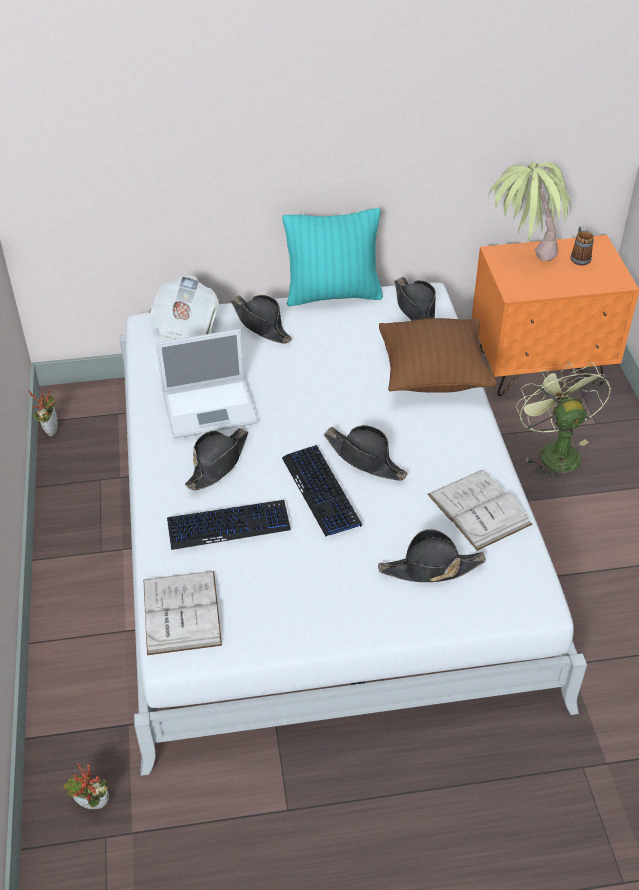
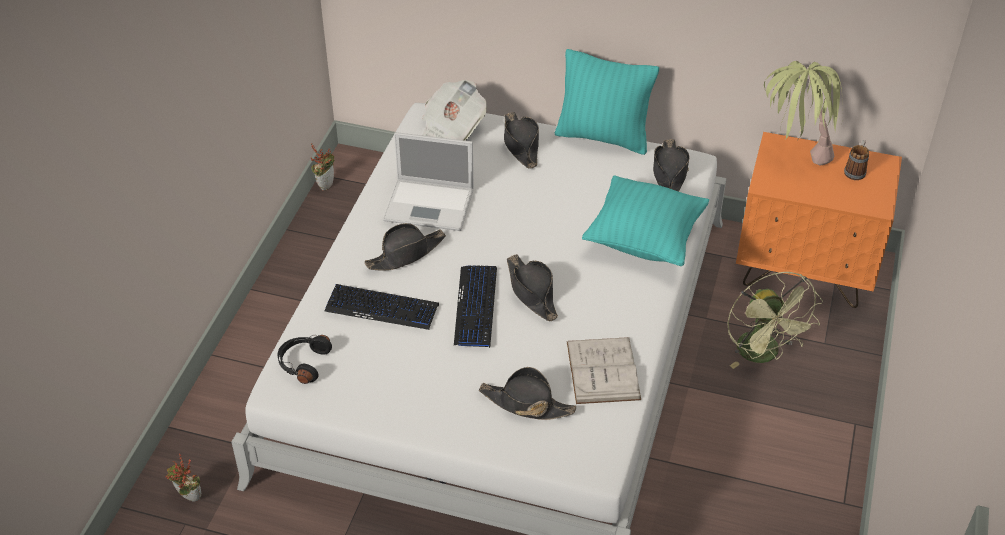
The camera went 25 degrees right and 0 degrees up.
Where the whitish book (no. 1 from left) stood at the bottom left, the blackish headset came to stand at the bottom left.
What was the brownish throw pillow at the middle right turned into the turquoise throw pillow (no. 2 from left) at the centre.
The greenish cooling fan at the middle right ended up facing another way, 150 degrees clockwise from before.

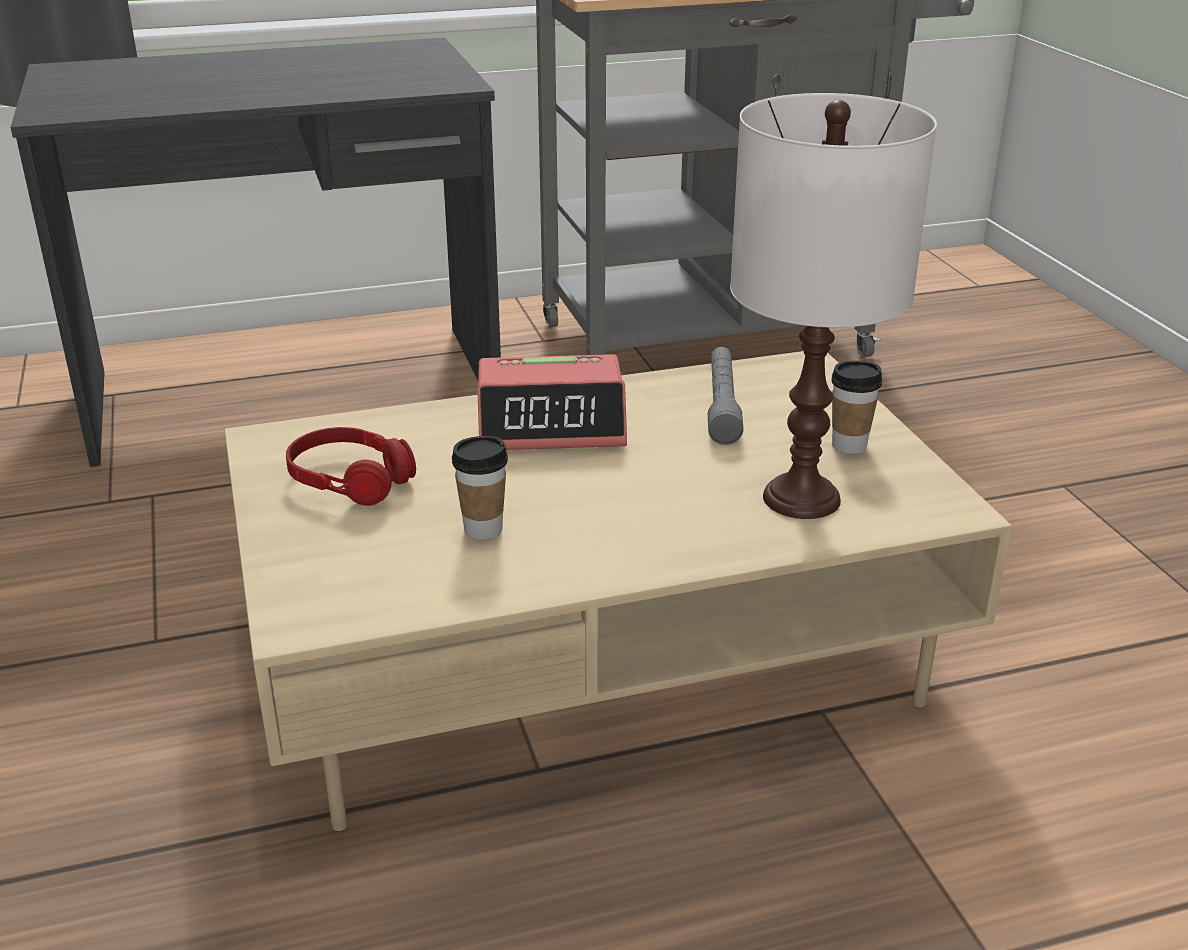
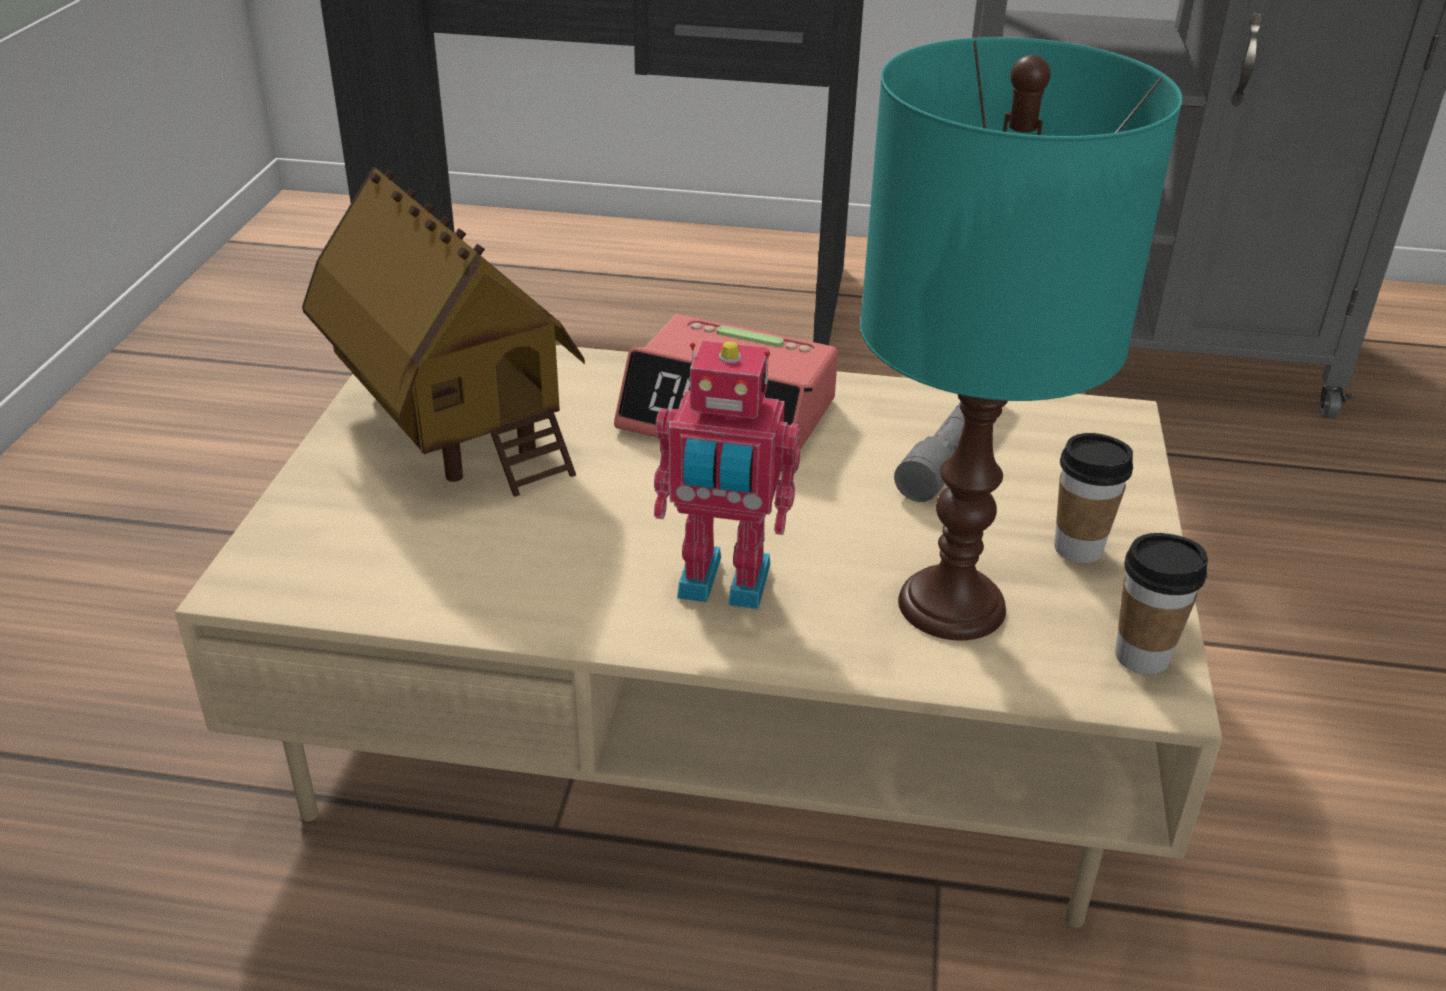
The camera went 25 degrees right and 5 degrees up.
The second view gained the model robot at the centre.
The drinking cup (no. 1 from left in the first image) ended up elsewhere, having gone from the centre to the middle right.
Where the red headset stood at the middle left, the model house came to stand at the middle left.
What was the whitish tabletop lamp at the top right turned into the turquoise tabletop lamp at the middle right.

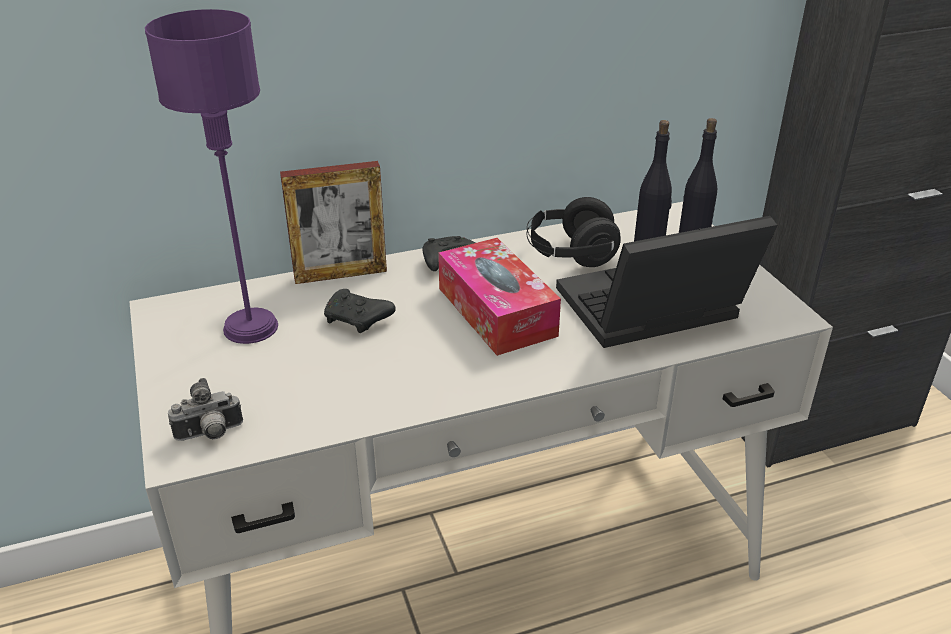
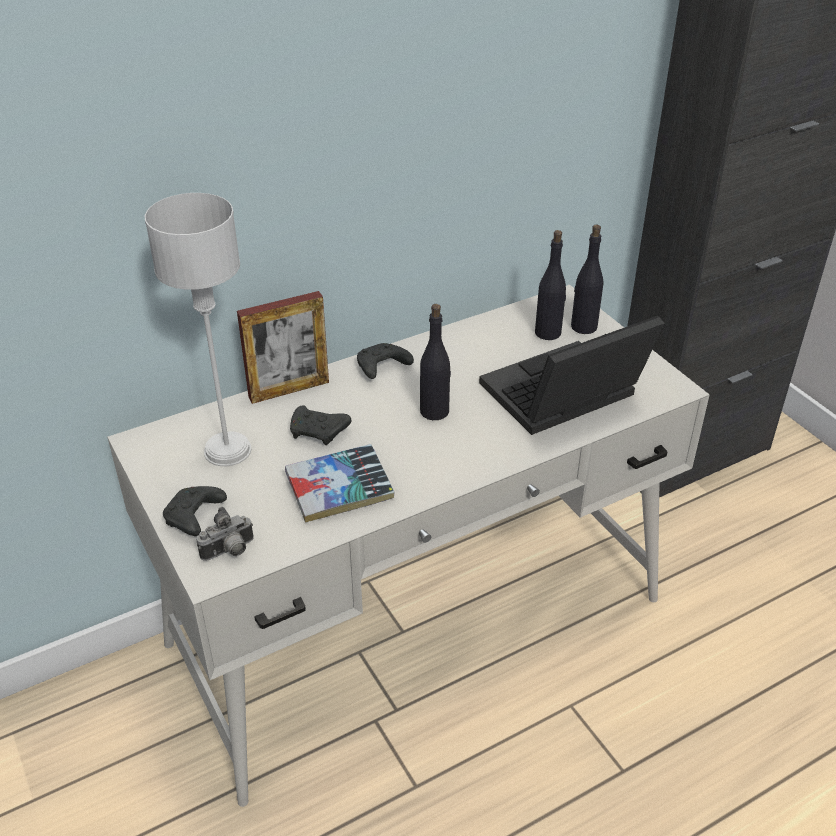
The camera went 10 degrees left and 5 degrees up.
The second view lost the blackish headset at the centre.
The second view gained the blackish joypad (no. 1 from left) at the middle left.
The second view gained the book at the centre.
Where the tissue holder stood at the centre, the blackish drink bottle (no. 1 from left) came to stand at the centre.
What was the purple-coloured tabletop lamp at the top left turned into the greyish tabletop lamp at the middle left.

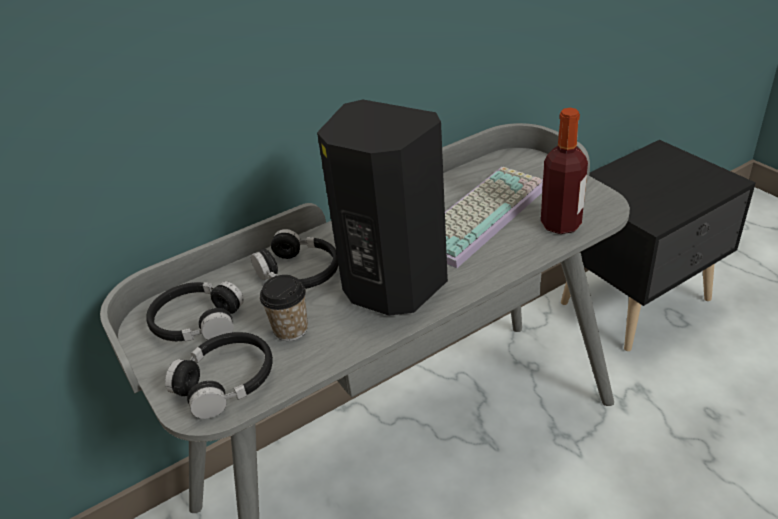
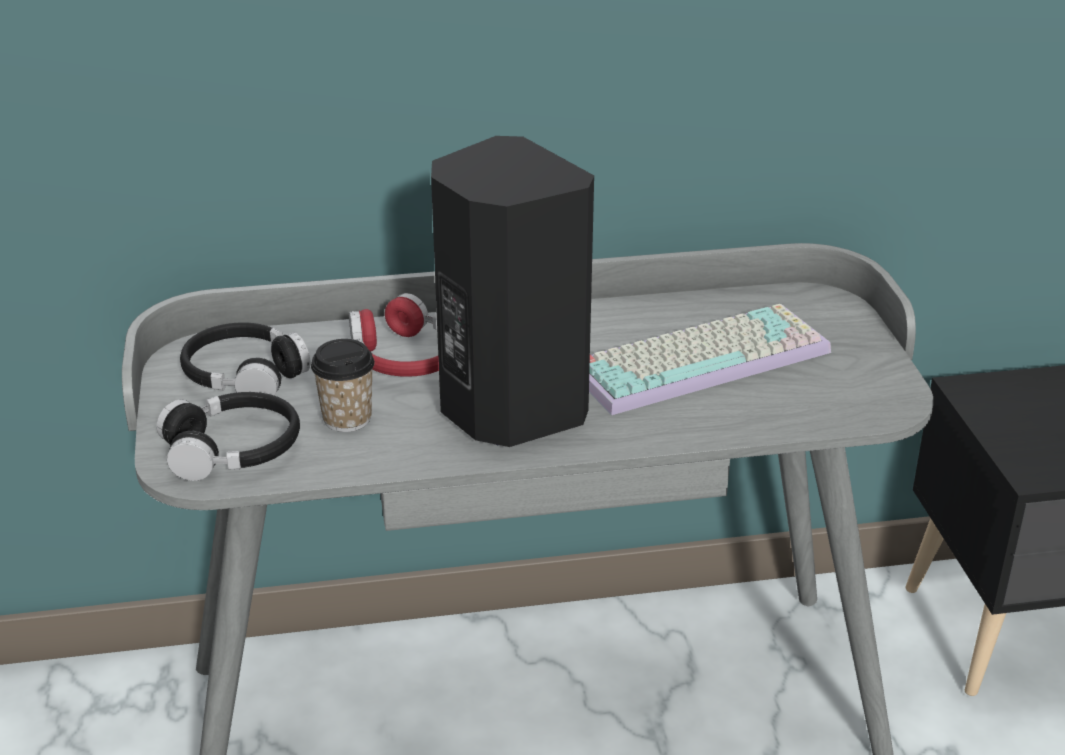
The camera went 20 degrees right and 5 degrees down.
The second view lost the drink bottle at the top right.
What was the blackish headset (no. 3 from left) at the centre turned into the red headset at the centre.

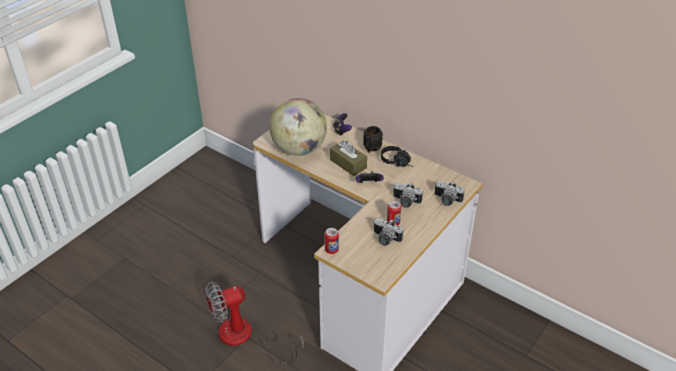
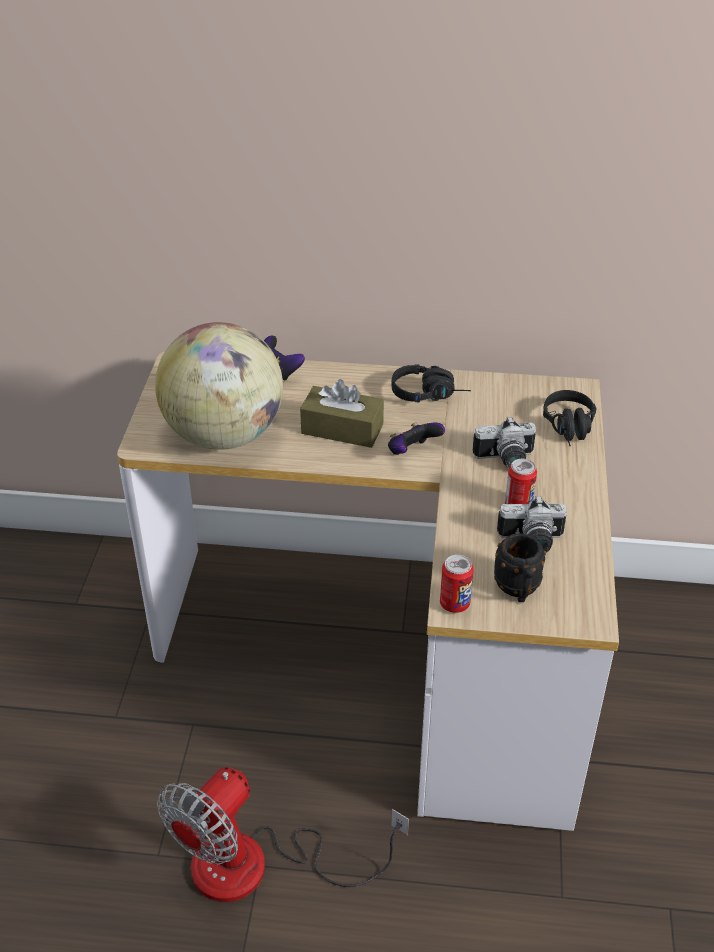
The camera went 30 degrees left and 0 degrees up.
The blackish mug ended up elsewhere, having gone from the centre to the middle right.
Where the still camera (no. 3 from left) stood at the centre, the blackish headset (no. 2 from left) came to stand at the middle right.

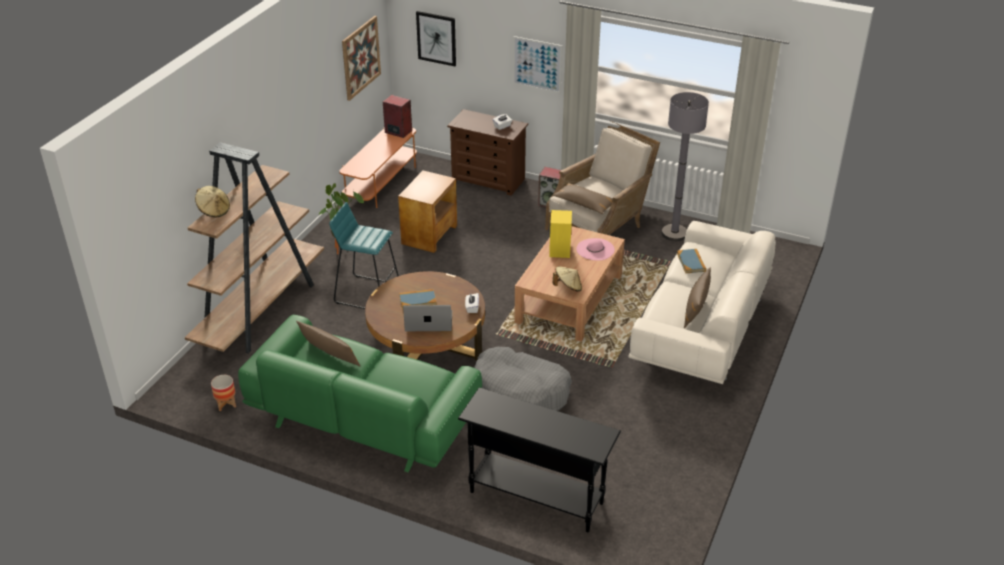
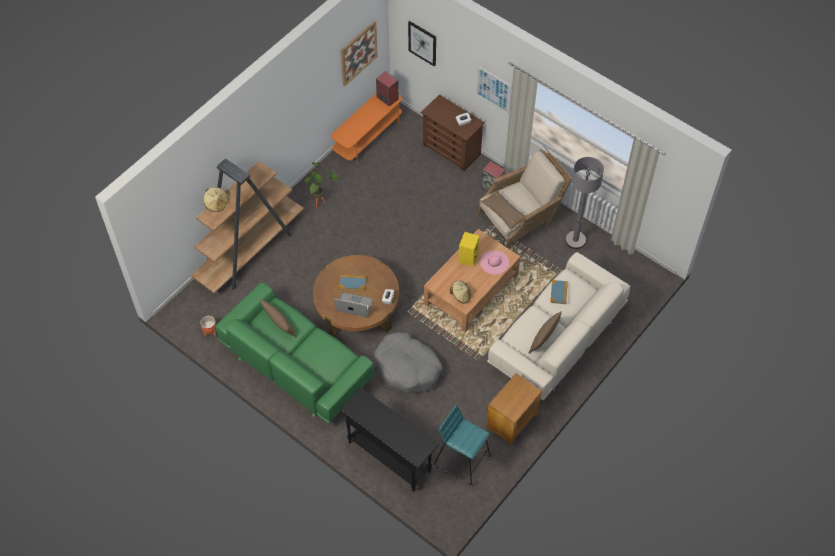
The camera went 15 degrees right and 20 degrees up.
The turquoise stool ended up elsewhere, having gone from the centre to the bottom centre.
The brownish accent table ended up elsewhere, having gone from the centre to the bottom centre.

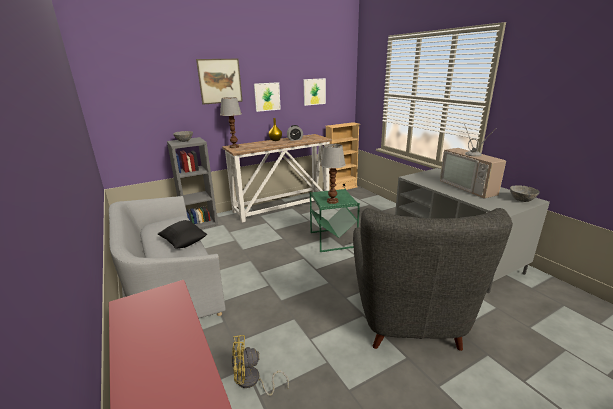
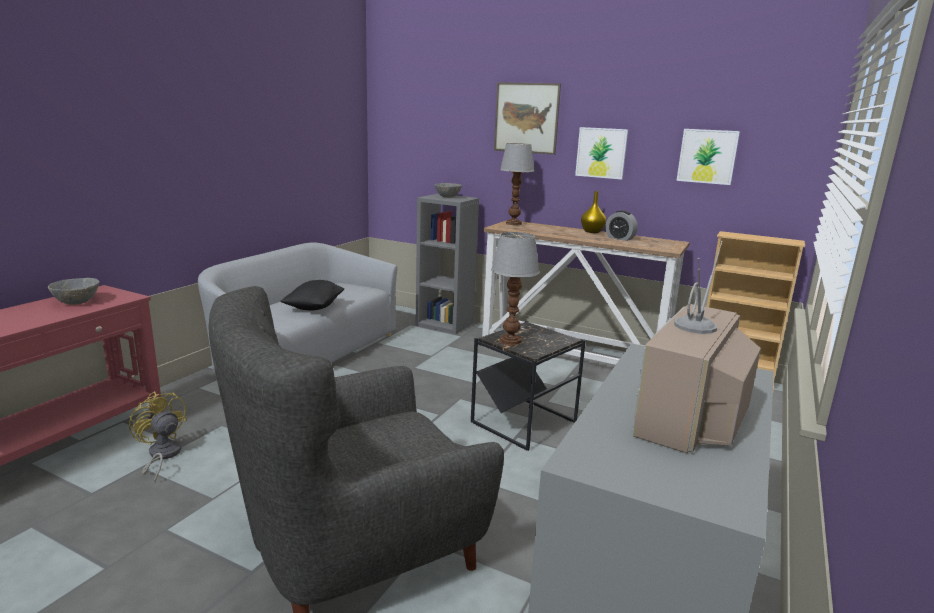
The camera went 55 degrees right and 5 degrees down.
The greyish serving bowl (no. 2 from left in the first image) ended up elsewhere, having gone from the middle right to the middle left.
What was the greenish accent table at the centre turned into the blackish accent table at the centre.

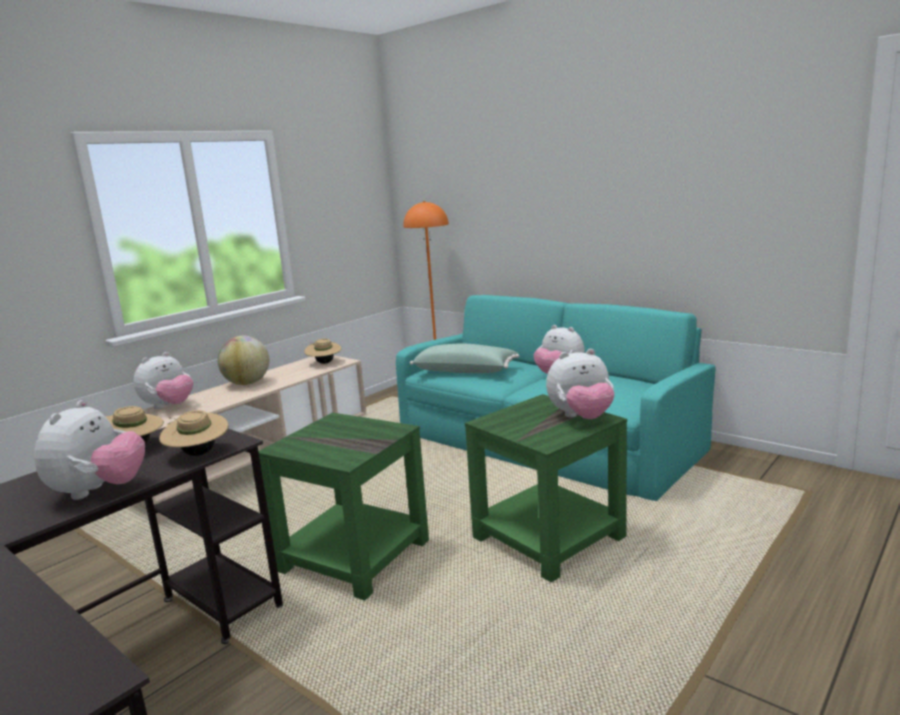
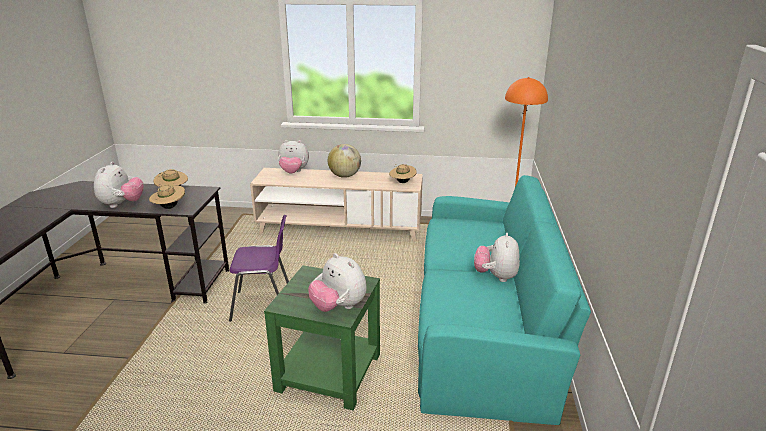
The camera went 55 degrees right and 10 degrees up.
The second view lost the greenish throw pillow at the centre.
Where the greenish accent table (no. 1 from left) stood at the bottom centre, the purple-coloured plain chair came to stand at the centre.
The soft toy (no. 1 from left) at the middle left ended up facing another way, 60 degrees counterclockwise from before.

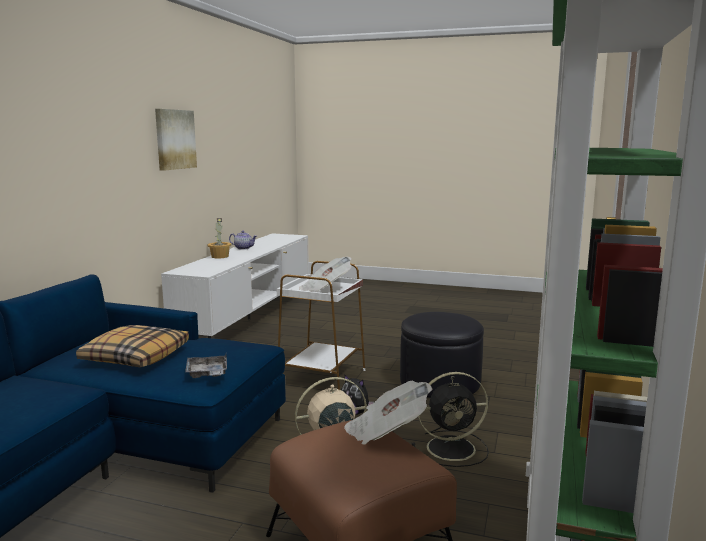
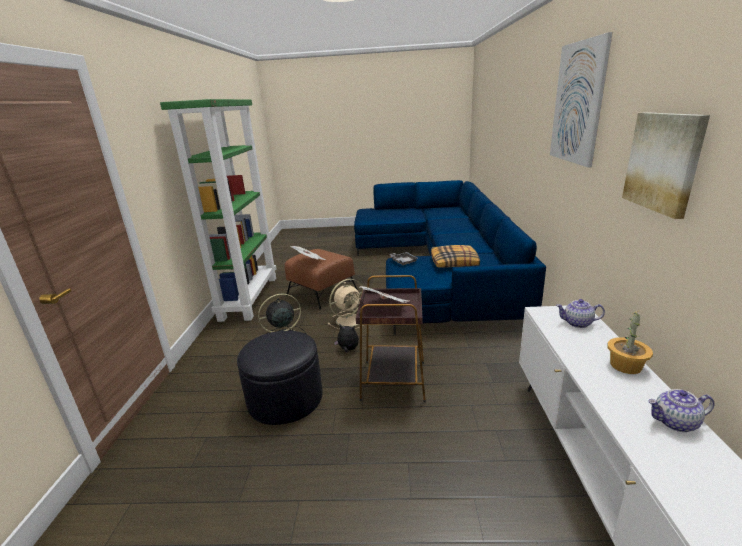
The camera went 165 degrees right and 10 degrees up.
The second view gained the wall art (no. 1 from left) at the top right.
The second view gained the pot for tea (no. 1 from left) at the middle right.
What was the whitish accent table at the centre turned into the brownish accent table at the centre.

